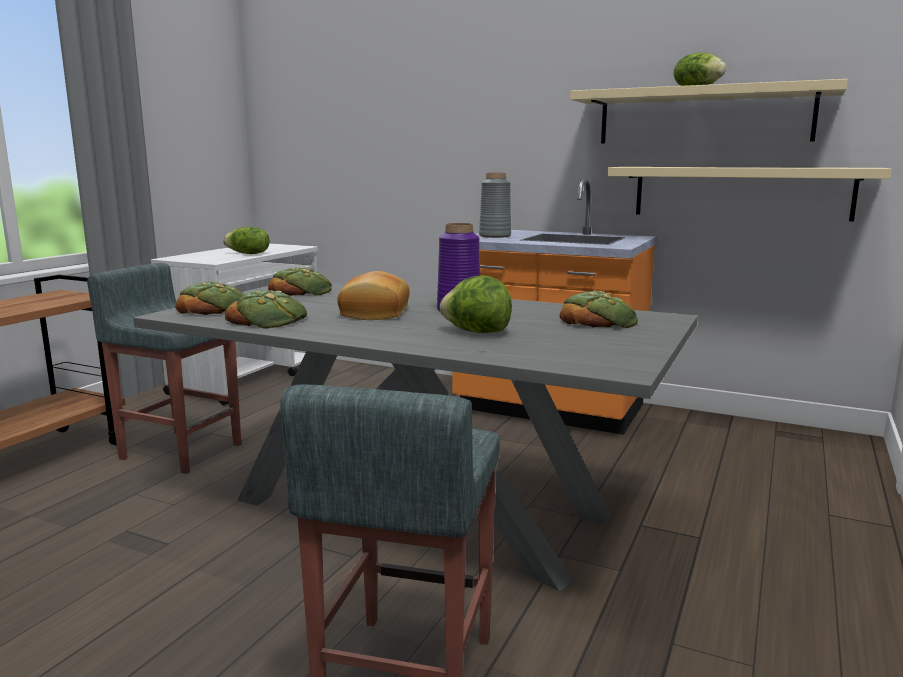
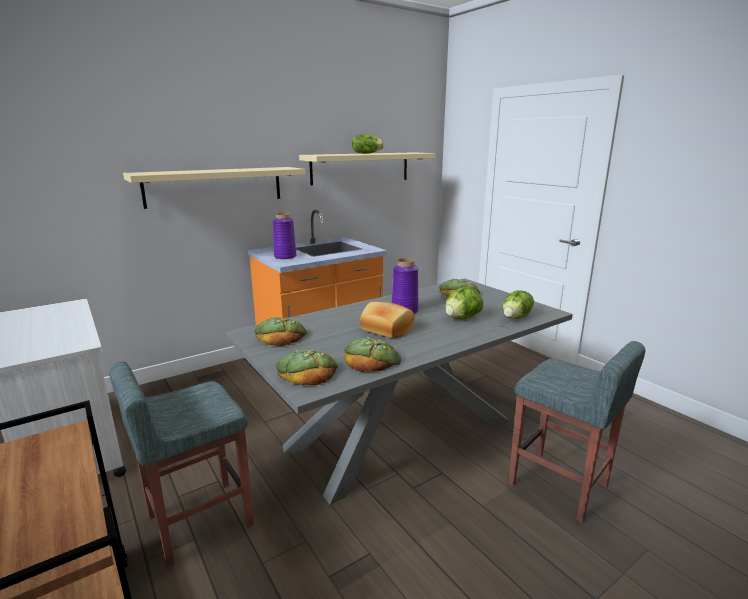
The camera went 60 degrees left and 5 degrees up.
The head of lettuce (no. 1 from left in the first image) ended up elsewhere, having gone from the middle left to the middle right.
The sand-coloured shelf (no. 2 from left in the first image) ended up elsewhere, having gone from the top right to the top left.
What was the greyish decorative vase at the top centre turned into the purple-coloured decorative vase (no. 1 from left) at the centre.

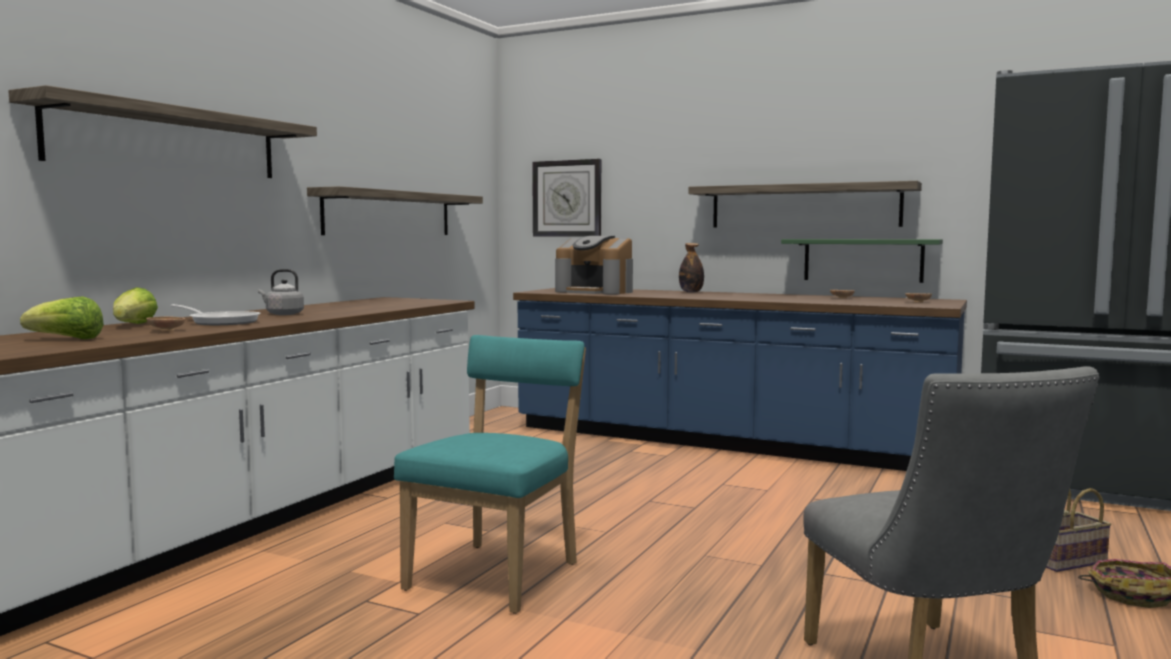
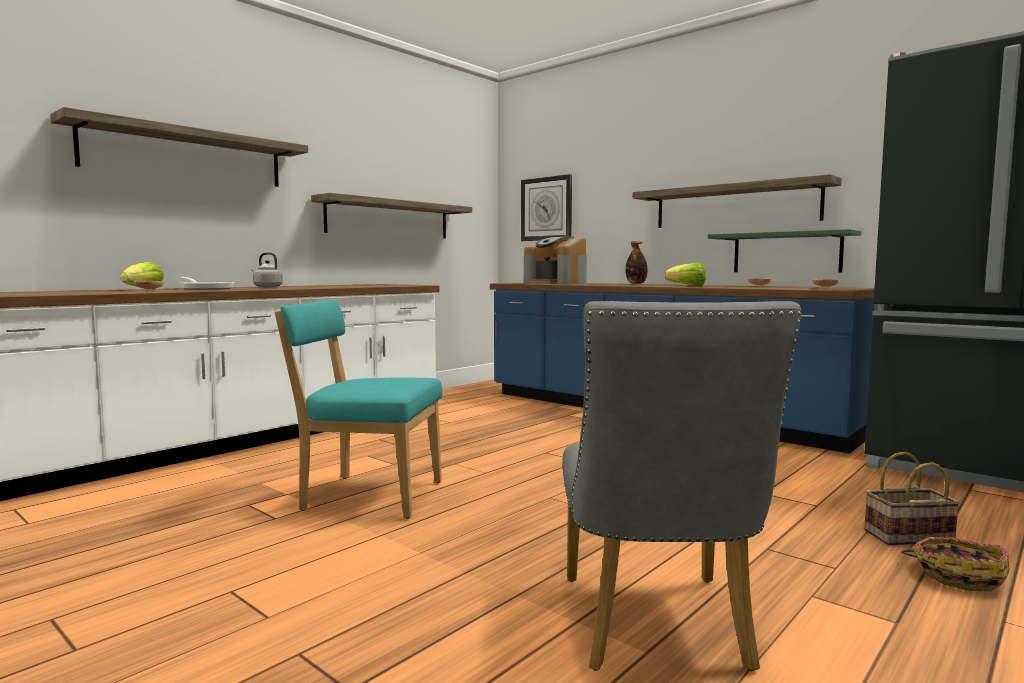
The camera went 15 degrees right and 0 degrees up.
The head of lettuce (no. 1 from left in the first image) ended up elsewhere, having gone from the middle left to the middle right.
The turquoise plain chair at the bottom centre ended up facing another way, 120 degrees counterclockwise from before.

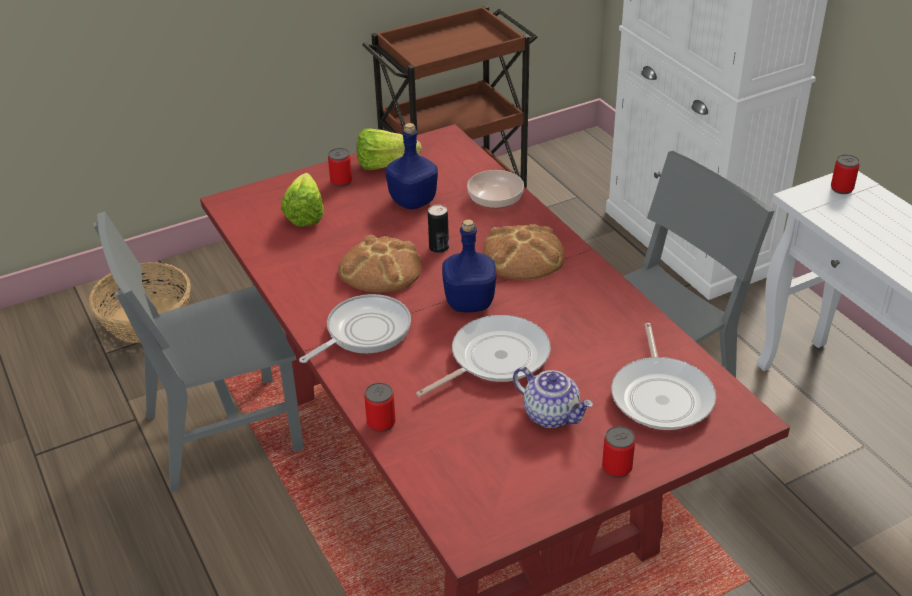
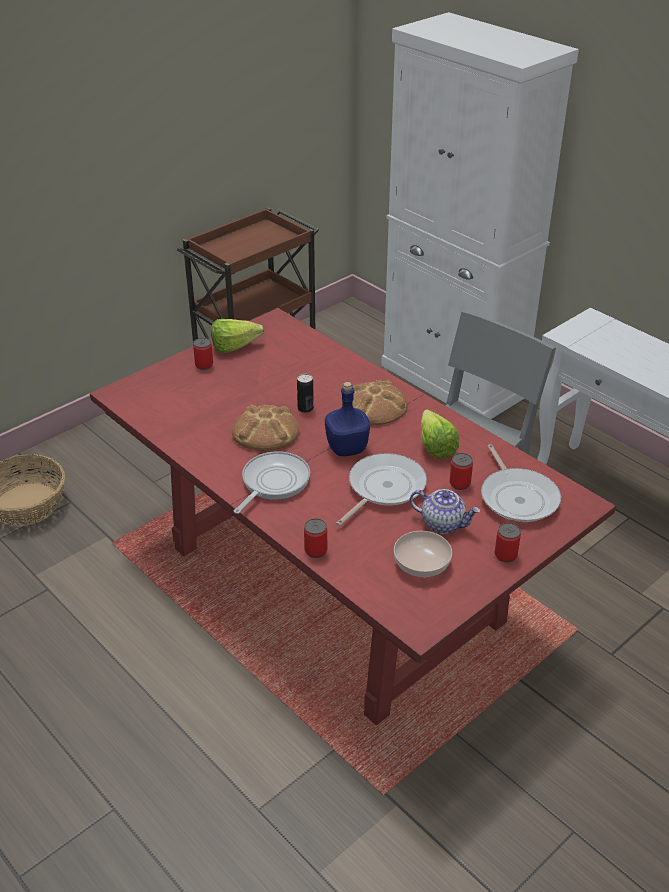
The camera went 15 degrees left and 0 degrees up.
The second view lost the greyish plain chair (no. 1 from left) at the middle left.
The second view lost the bluish drink bottle (no. 1 from left) at the top centre.
The head of lettuce (no. 1 from left in the first image) ended up elsewhere, having gone from the middle left to the centre.
The serving bowl ended up elsewhere, having gone from the top centre to the centre.
The metal can (no. 5 from left in the first image) ended up elsewhere, having gone from the top right to the middle right.

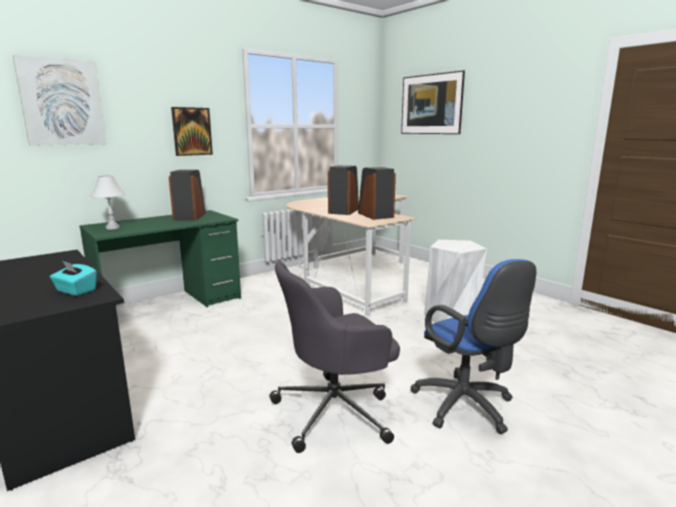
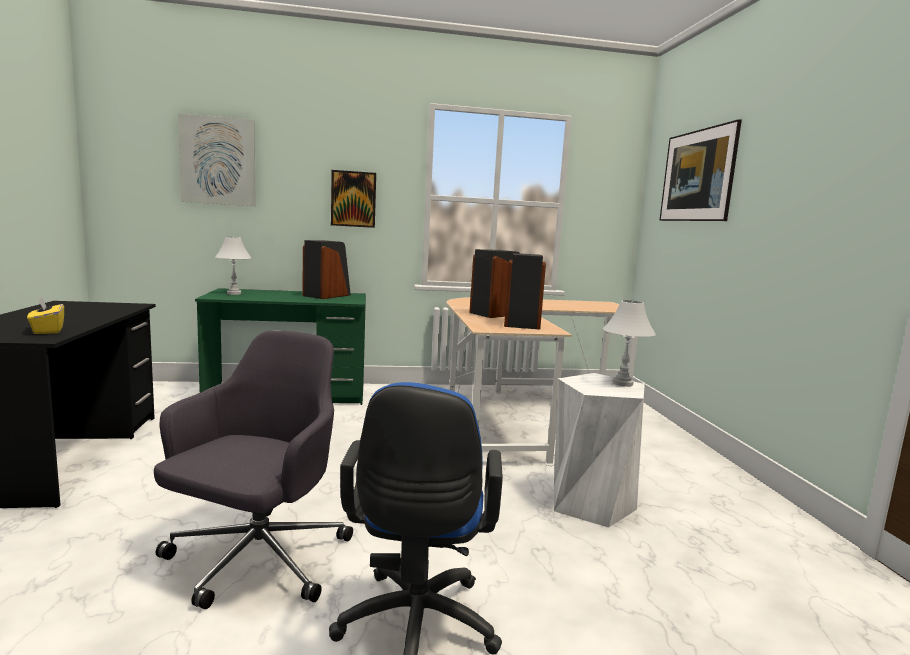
The camera went 30 degrees right and 5 degrees down.
The second view gained the whitish tabletop lamp (no. 2 from left) at the middle right.
What was the turquoise tissue holder at the middle left turned into the yellow-coloured tissue holder at the middle left.
The greyish office chair at the bottom centre ended up facing another way, 105 degrees clockwise from before.

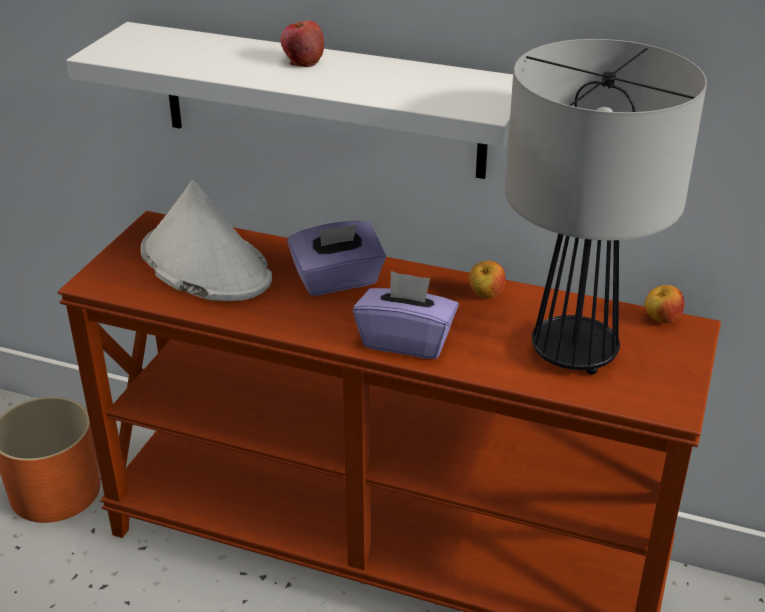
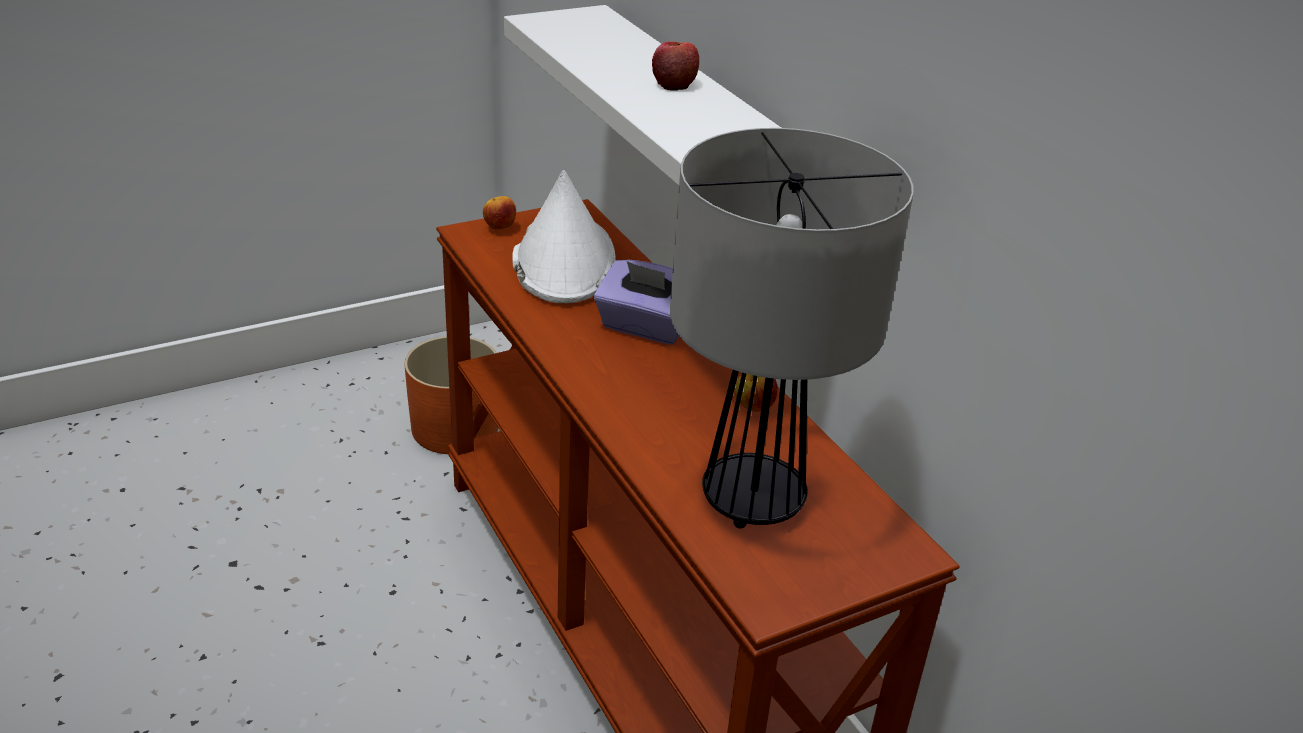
The camera went 40 degrees right and 0 degrees up.
The second view lost the purple-coloured tissue holder (no. 2 from left) at the centre.
The apple fruit (no. 3 from left in the first image) ended up elsewhere, having gone from the middle right to the top centre.

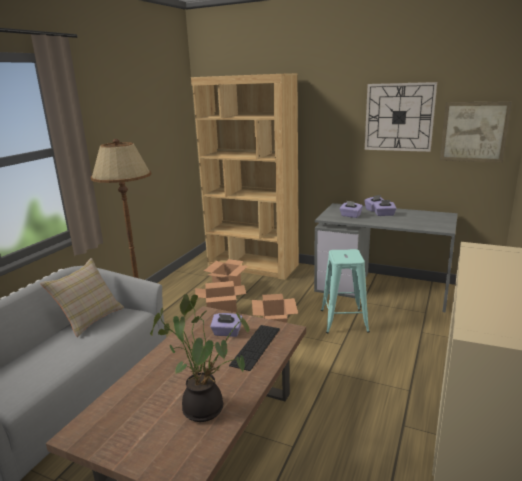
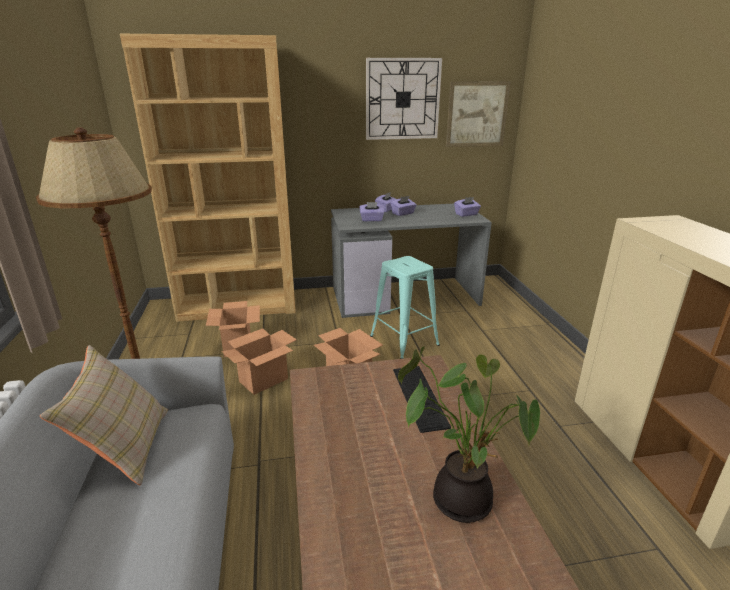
The camera went 35 degrees left and 5 degrees up.
The purple-coloured tissue holder (no. 1 from left in the first image) ended up elsewhere, having gone from the bottom centre to the centre.

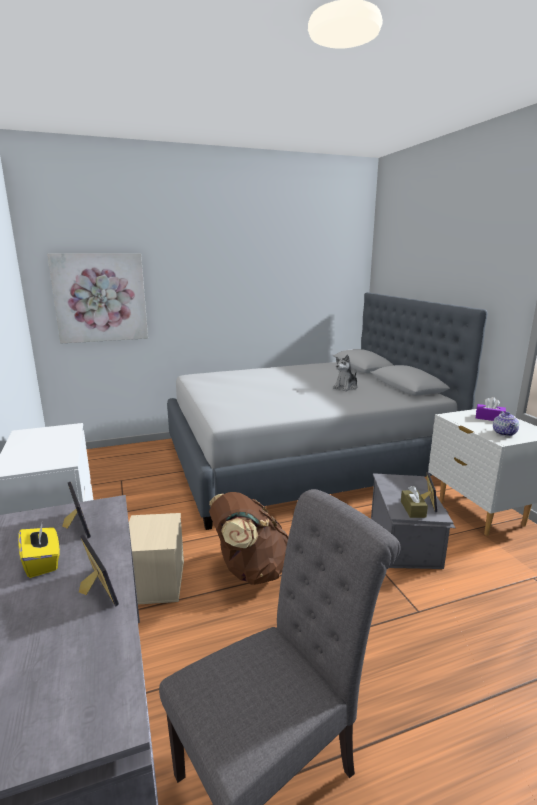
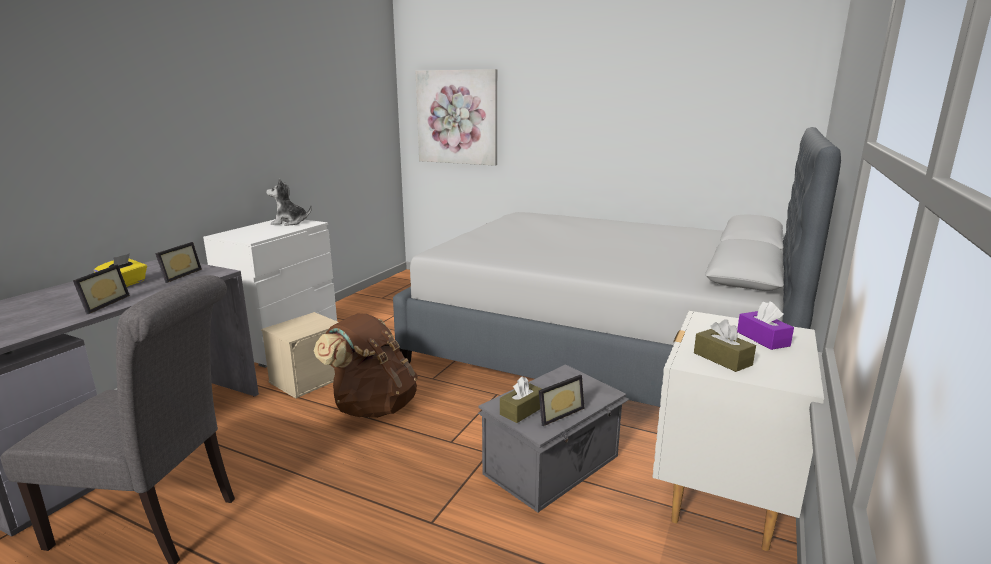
The camera went 45 degrees right and 0 degrees up.
The soft toy ended up elsewhere, having gone from the centre to the middle left.
Where the pot for tea stood at the middle right, the brownish tissue holder (no. 2 from left) came to stand at the middle right.

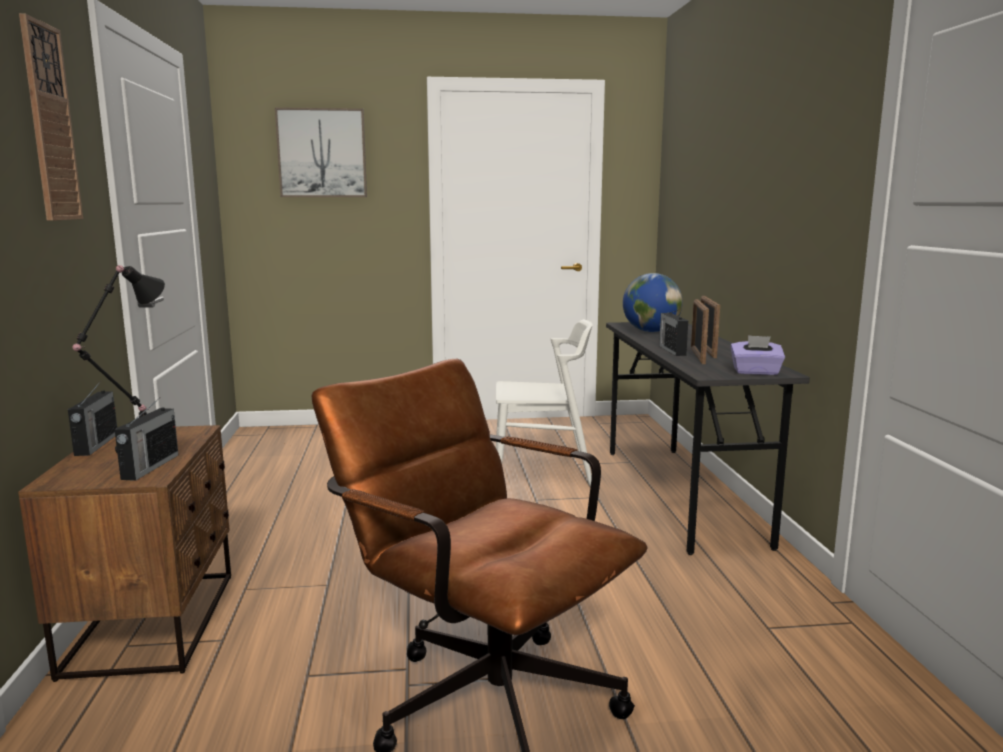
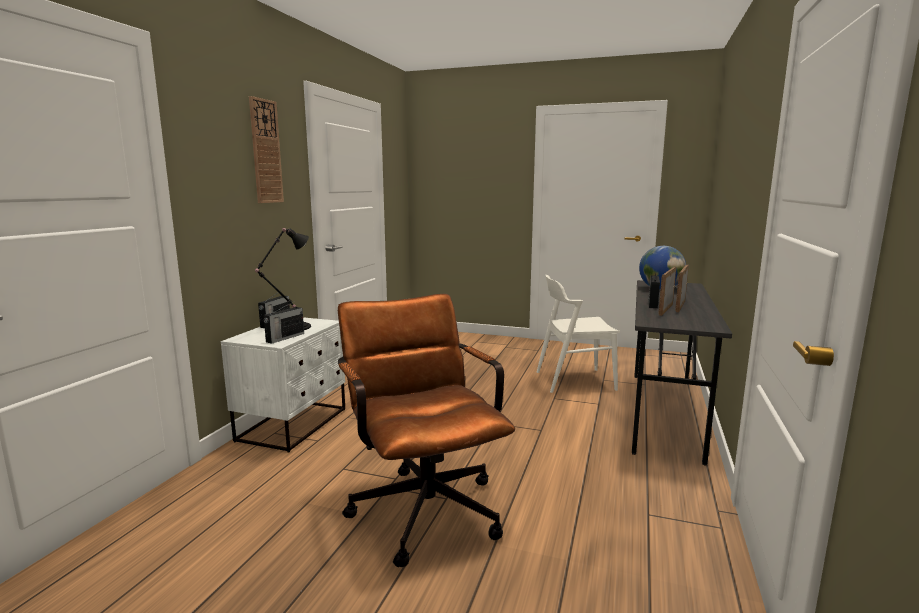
The camera went 25 degrees right and 0 degrees up.
The second view lost the wall art at the top left.
The second view lost the purple-coloured tissue holder at the middle right.
What was the brownish night table at the bottom left turned into the whitish night table at the middle left.
The whitish plain chair at the centre ended up facing another way, 150 degrees clockwise from before.

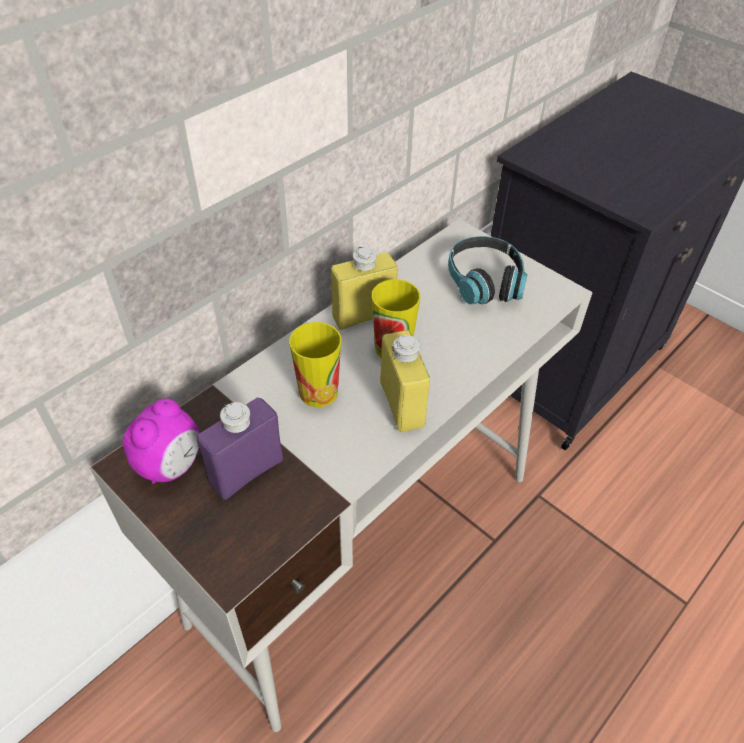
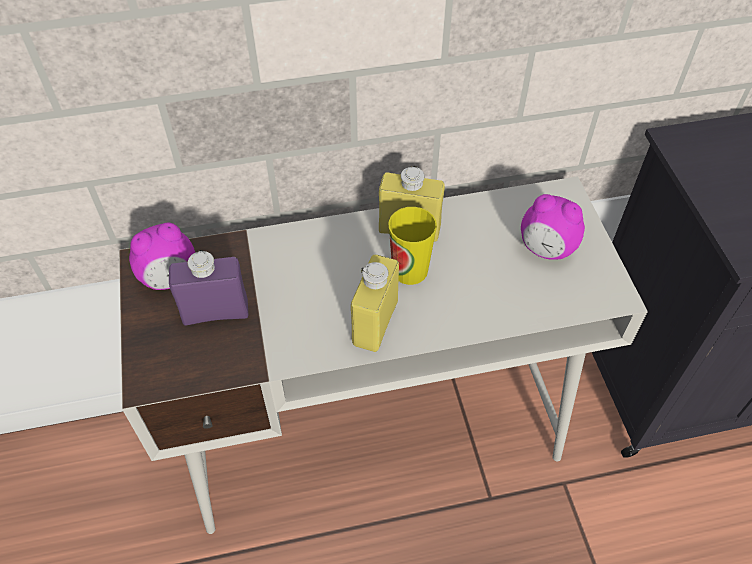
The camera went 35 degrees right and 5 degrees up.
The second view lost the drinking cup (no. 1 from left) at the centre.
Where the headset stood at the centre, the alarm clock (no. 2 from left) came to stand at the middle right.

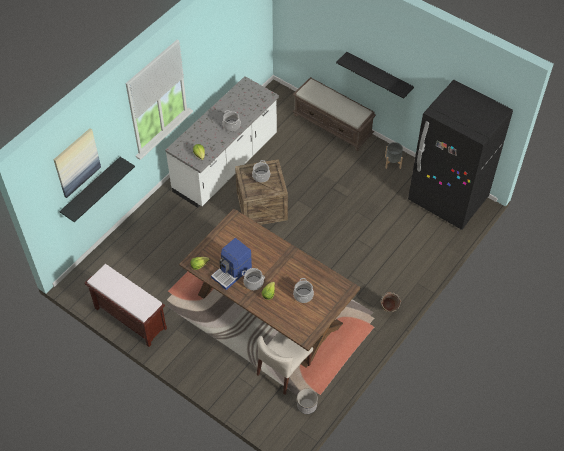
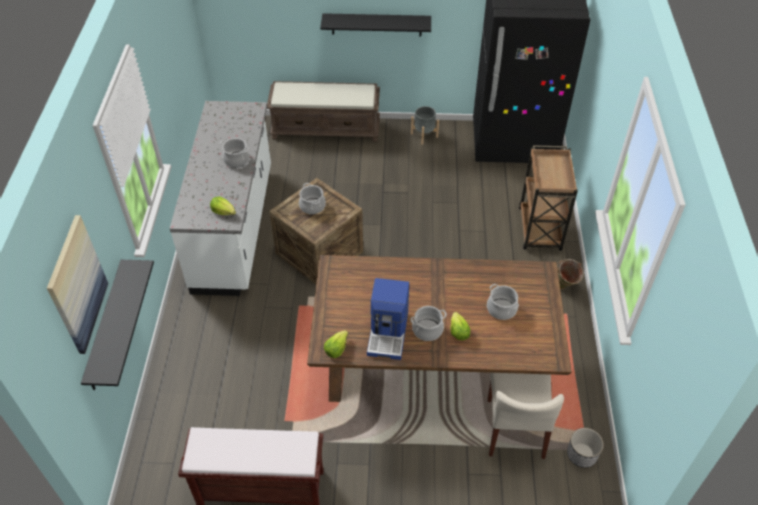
The camera went 35 degrees left and 5 degrees down.
The second view gained the brownish wheeled cart at the middle right.

